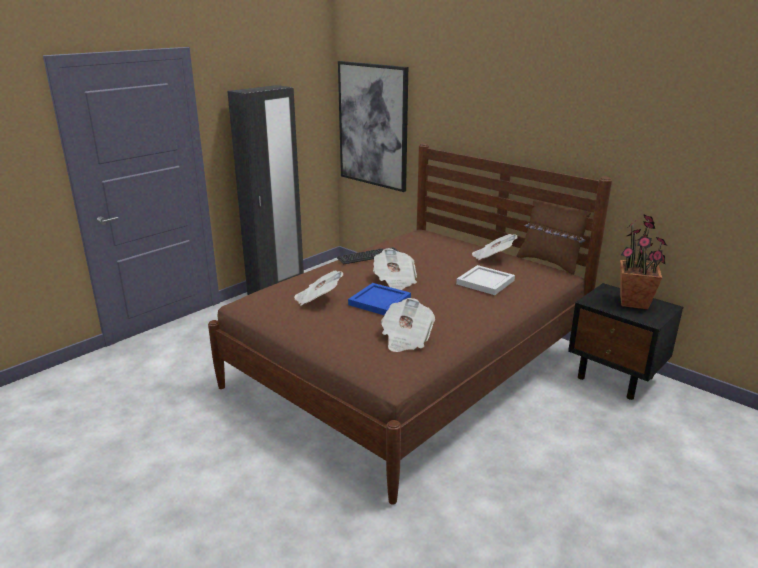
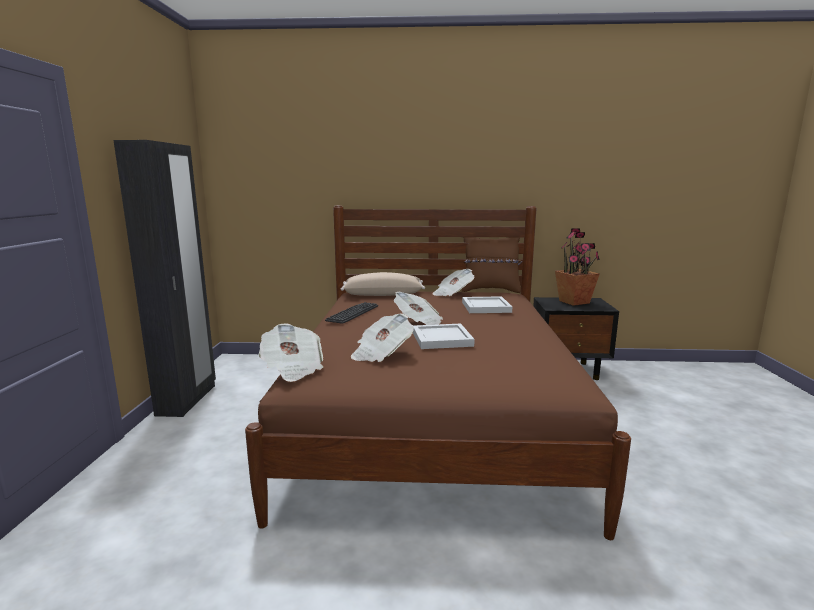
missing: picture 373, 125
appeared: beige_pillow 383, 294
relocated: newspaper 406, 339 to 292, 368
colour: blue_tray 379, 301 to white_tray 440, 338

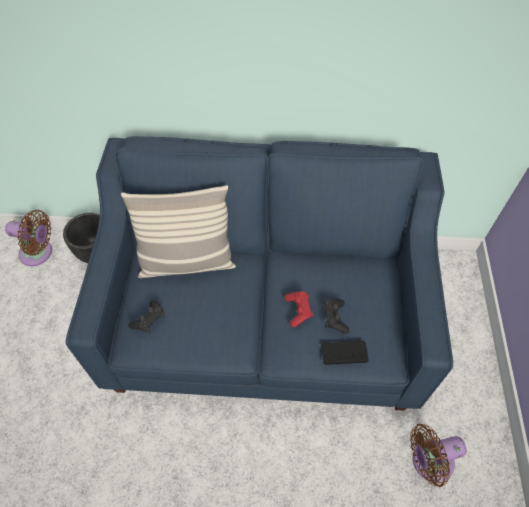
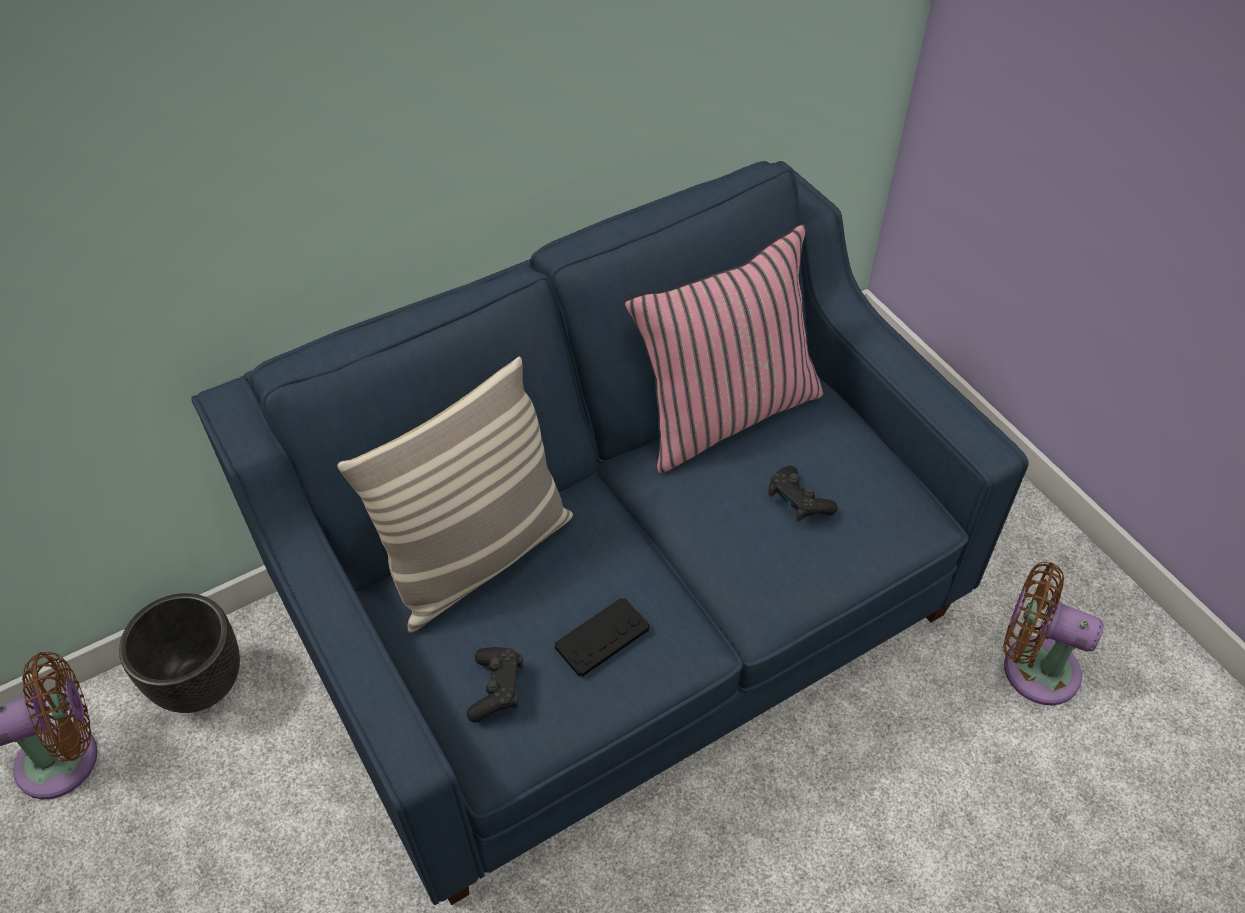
missing: red_game_controller 298, 310
appeared: pink_pillow 724, 412
relocated: black_game_controller 344, 353 to 602, 638
spun: brown_fan 428, 462 = 1032, 667 75 degrees clockwise

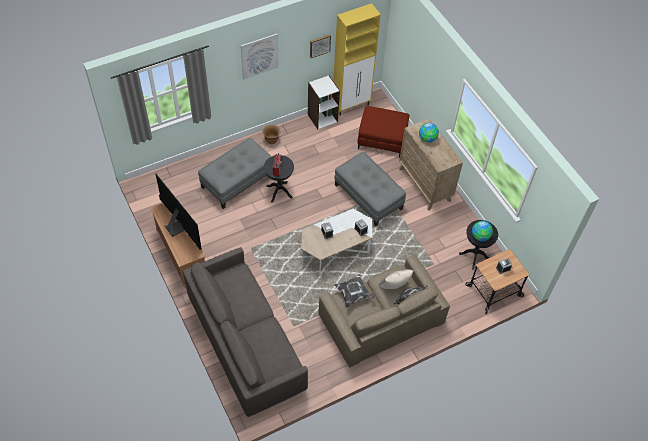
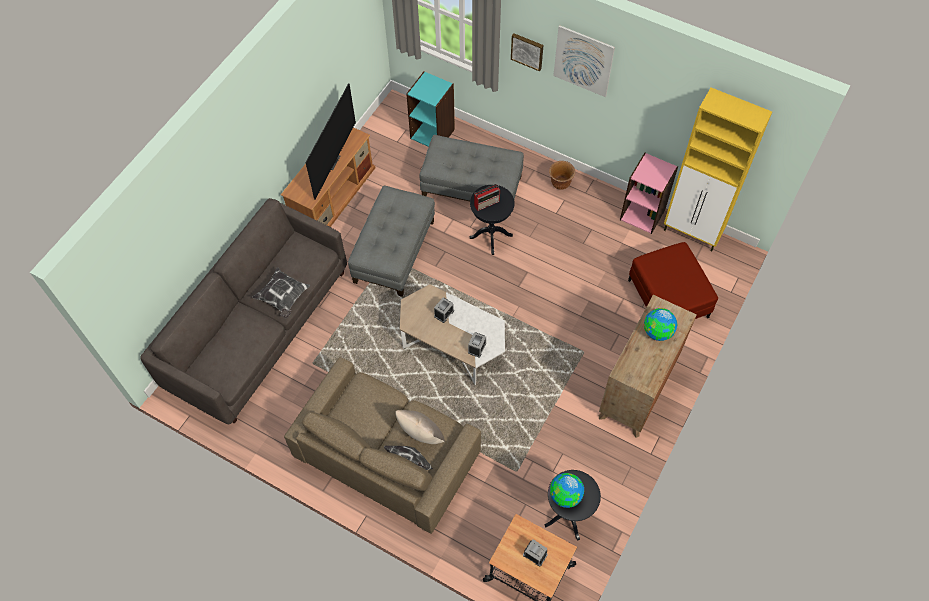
appeared: turquoise_bookcase 432, 133
relocated: picture 319, 45 to 527, 51; pillow 353, 294 to 283, 297; grey_ottoman 368, 196 to 394, 252
colour: white_bookcase 322, 118 to pink_bookcase 643, 214

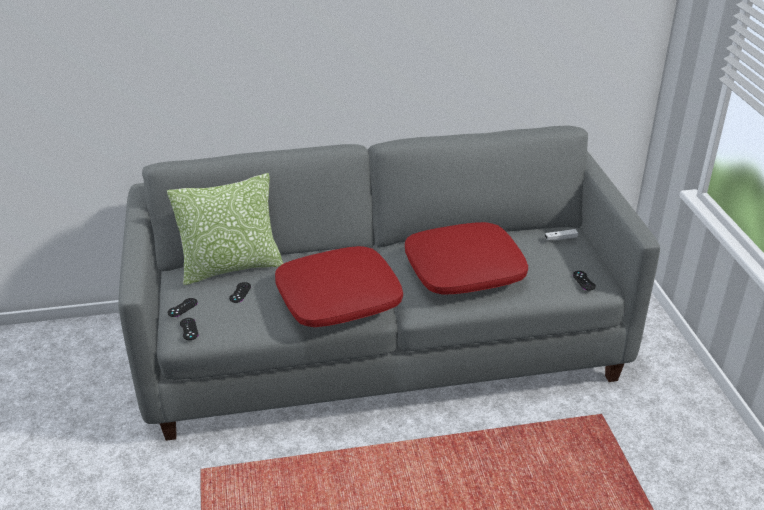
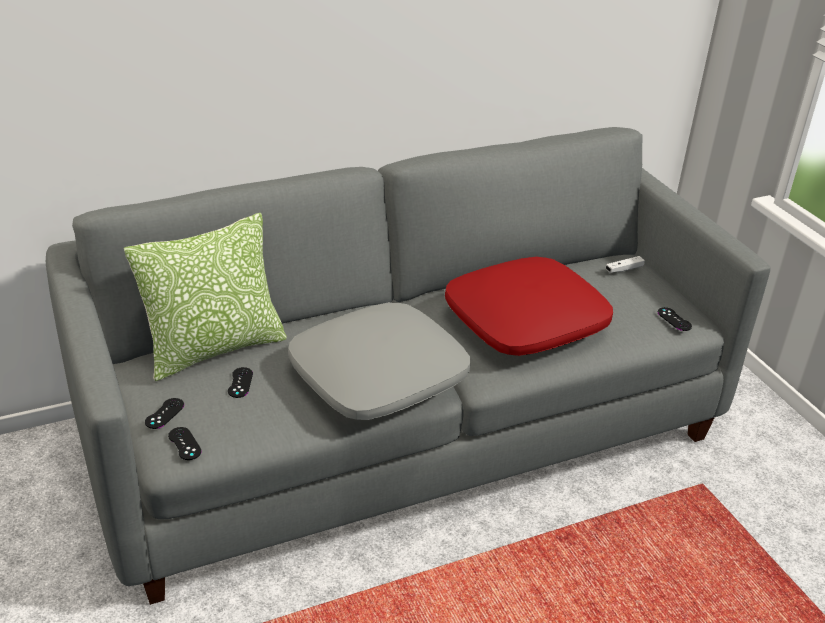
colour: red_pillow 338, 298 to grey_pillow 378, 375

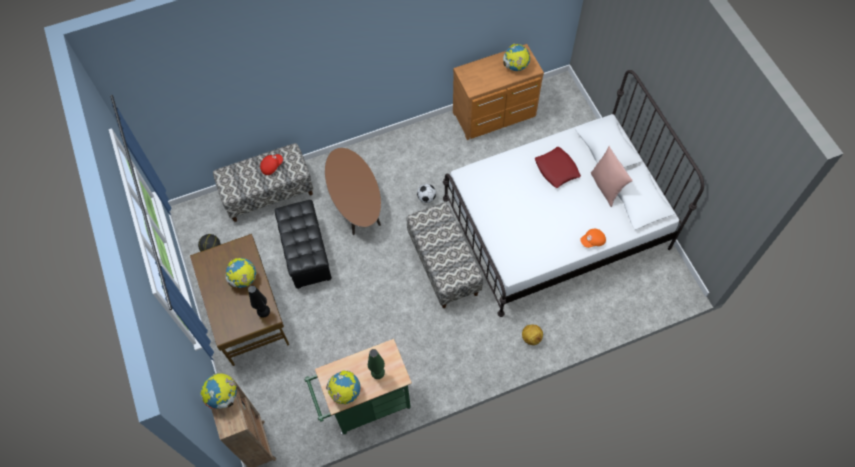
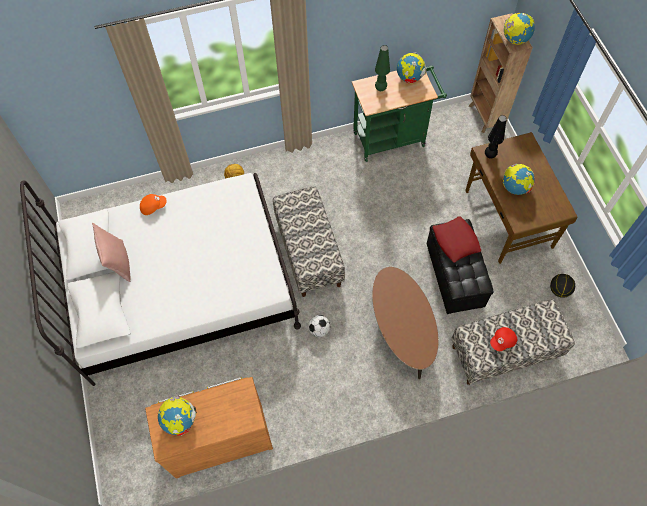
relocated: red_pillow 557, 169 to 455, 241

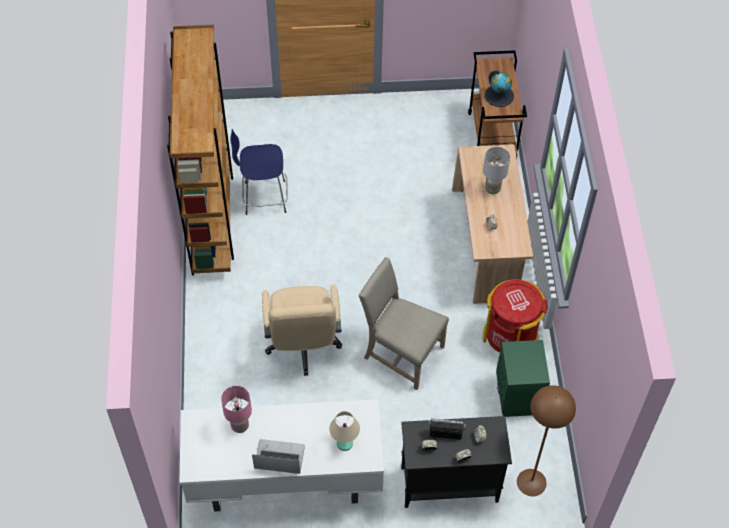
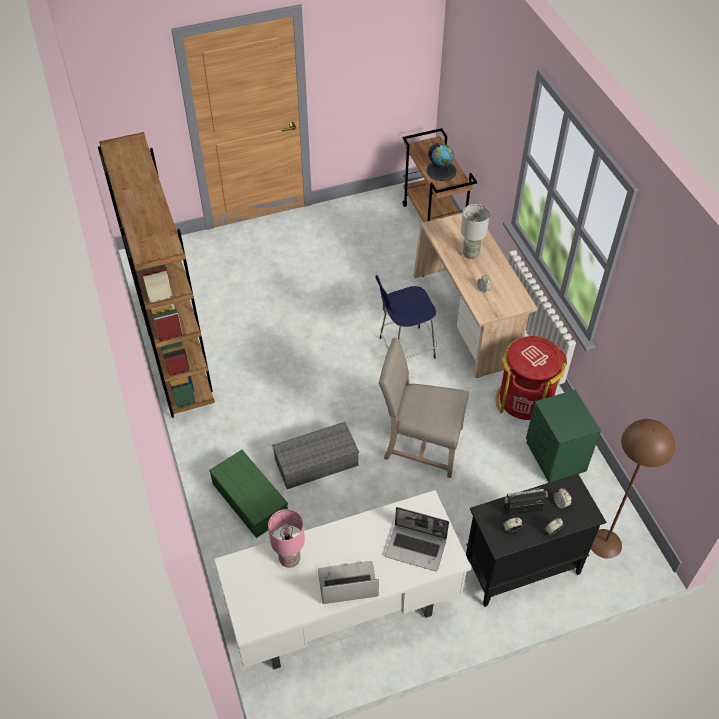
appeared: green_storage_box 248, 499
relocated: blue_stool 263, 197 to 405, 348
exchanged: beige_office_chair 303, 347 to grey_storage_box 315, 463; beige_table_lamp 345, 443 to laptop 416, 547

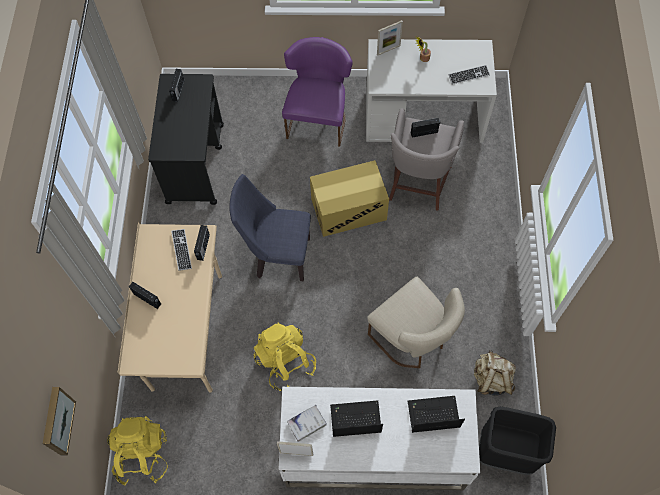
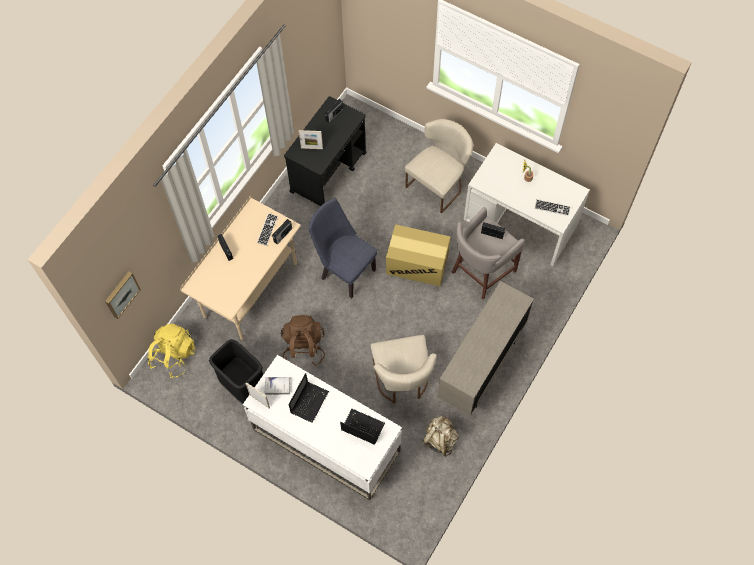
appeared: beige_cabinet 481, 367
relocated: picture_frame 388, 50 to 312, 148; black_trash_can 505, 452 to 243, 386
colour: yellow_backpack 285, 362 to brown_backpack 304, 347; purple_chair 318, 118 to beige_chair 439, 184
spun: laptop 354, 420 = 309, 401 90 degrees clockwise

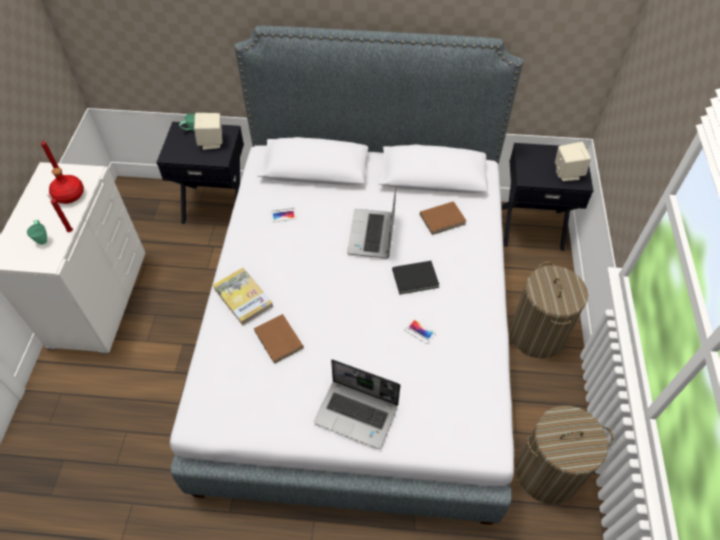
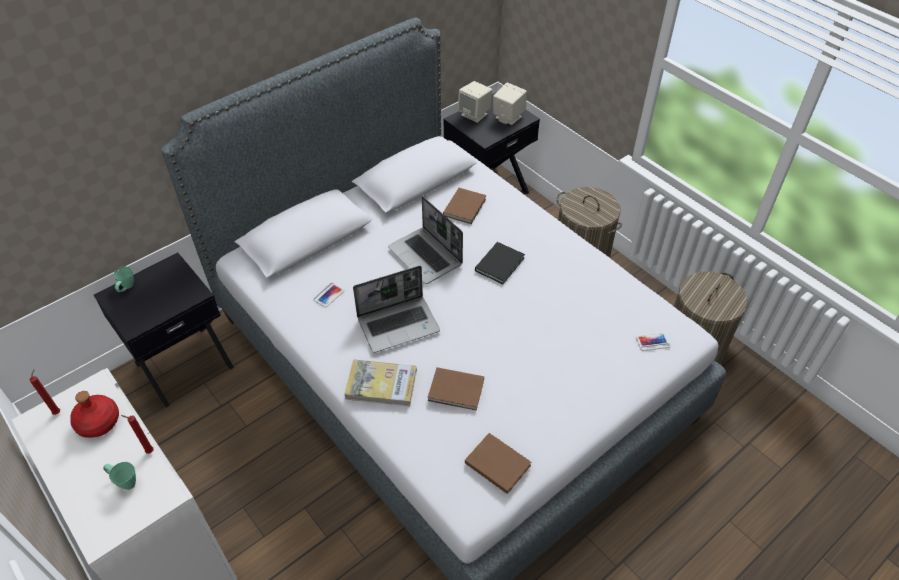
appeared: brown_book 497, 462
relocated: beige_speaker 211, 142 to 474, 114; laptop 357, 414 to 399, 324; phone 420, 331 to 652, 342

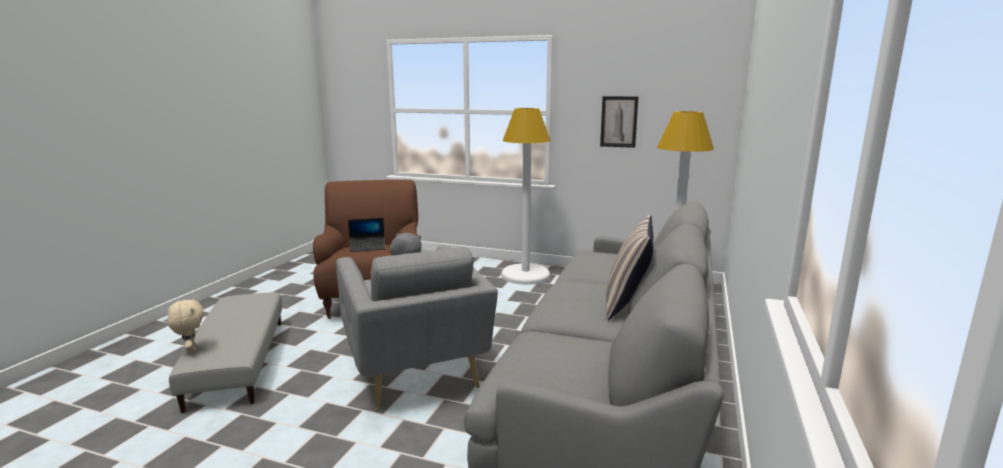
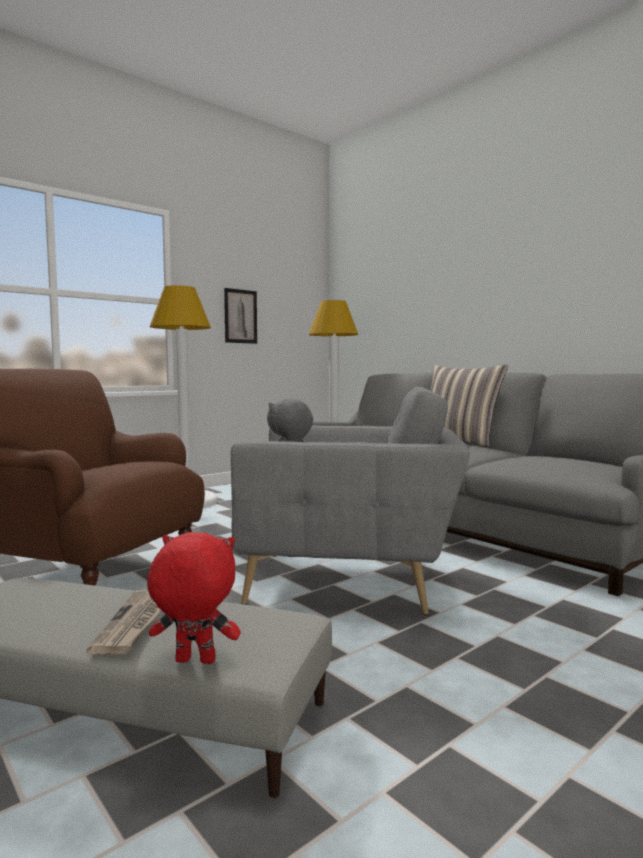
missing: laptop 367, 247
appeared: newspaper 135, 623
colour: beige_plush_toy 191, 350 to red_plush_toy 194, 662

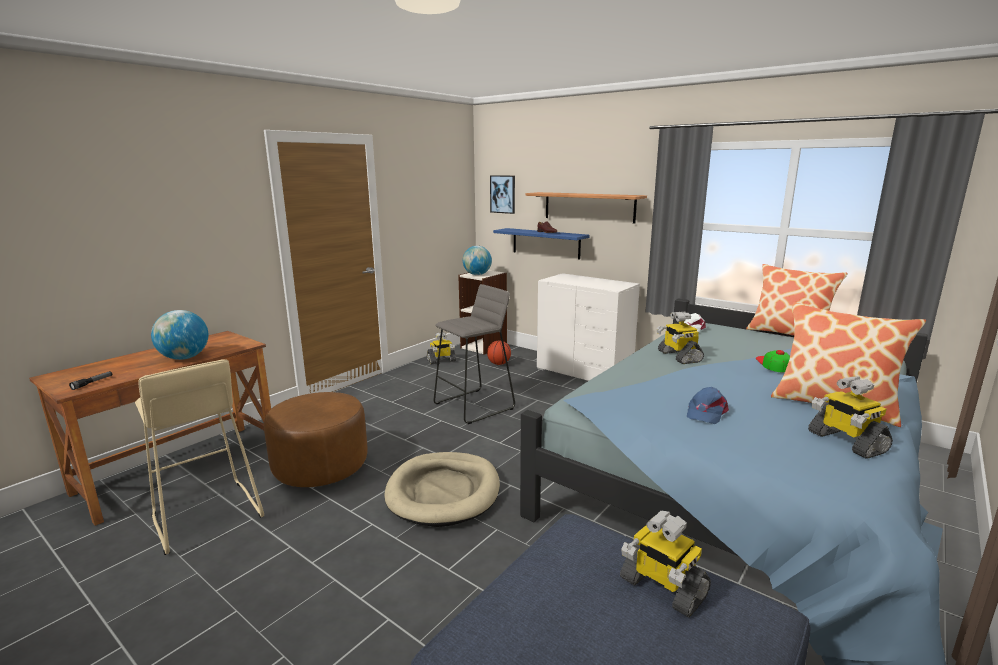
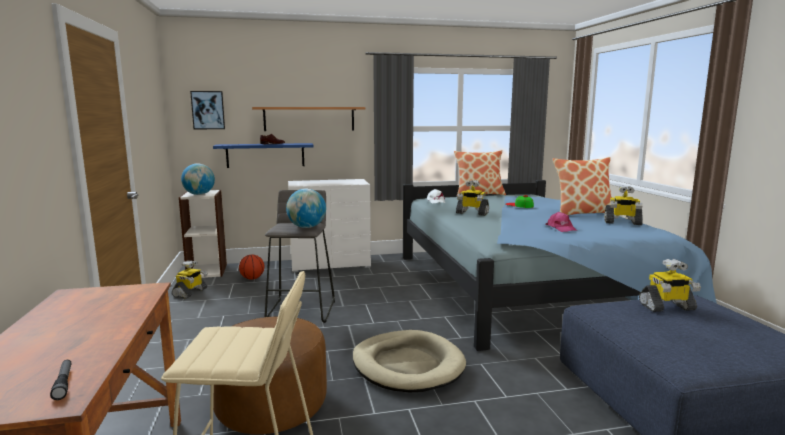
relocated: globe 184, 358 to 307, 227
colour: blue_cap 706, 412 to pink_cap 561, 228

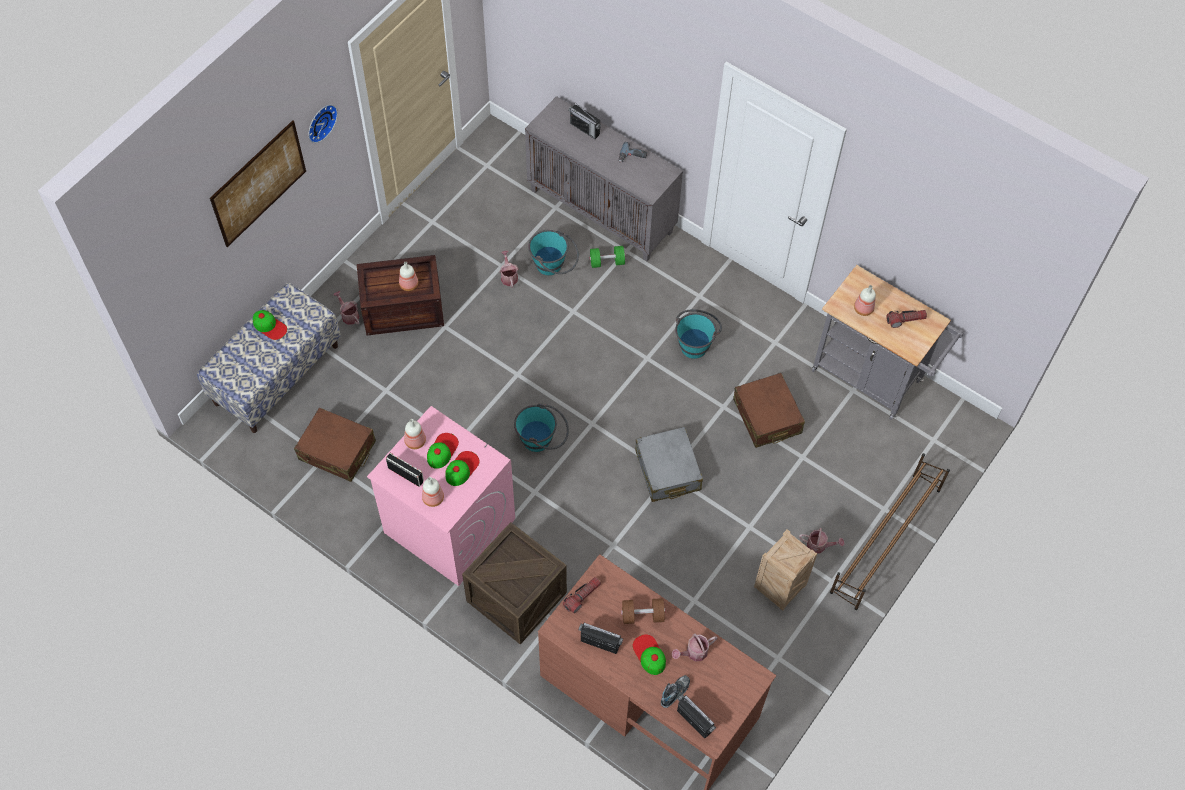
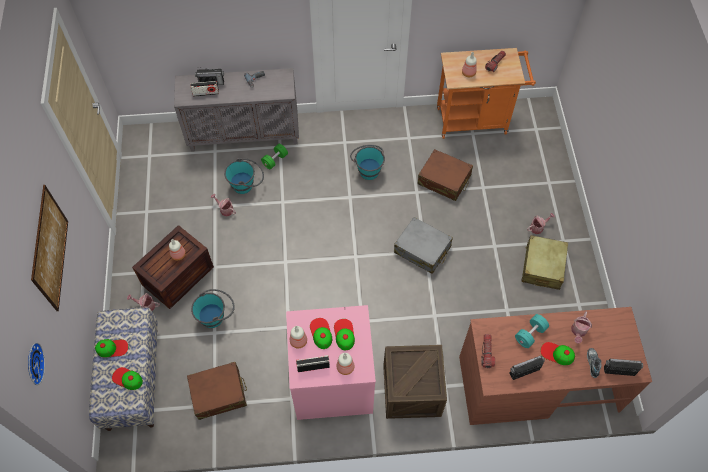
missing: brown_shoe_rack 885, 541
appeared: cap 127, 379; radio 206, 93
relocated: wall_clock 320, 122 to 33, 364; turquoise_bucket 542, 440 to 216, 316
exchanged: crate 779, 589 to beige_suitcase 542, 267
colour: brown_dumbbell 642, 615 to turquoise_dumbbell 530, 334; grey_cart 873, 378 to orange_cart 476, 120

